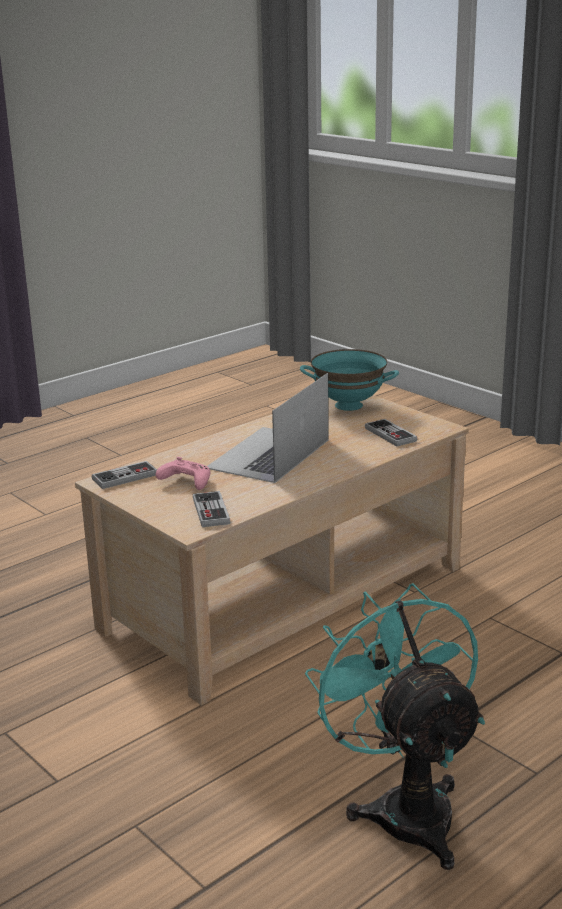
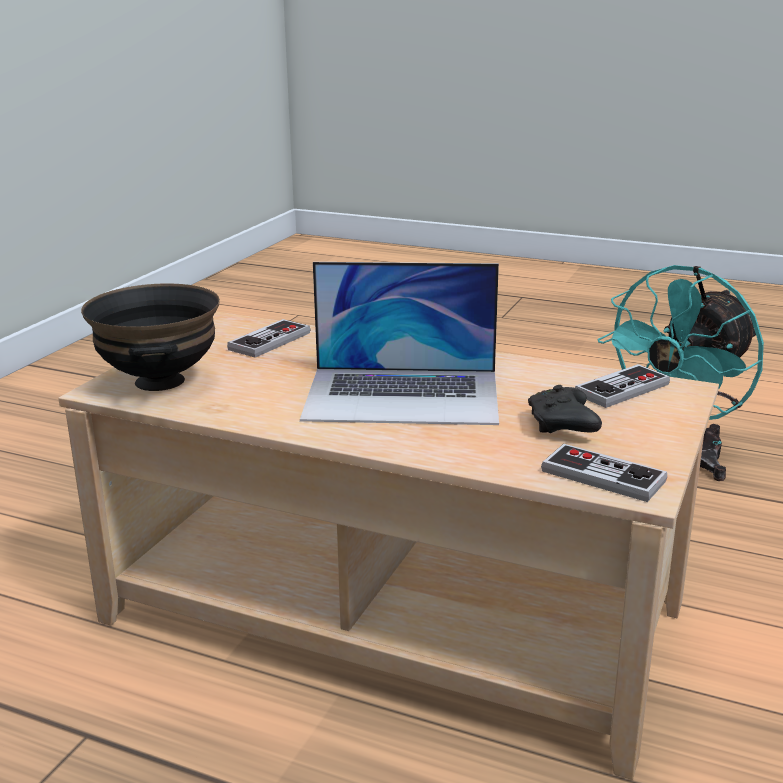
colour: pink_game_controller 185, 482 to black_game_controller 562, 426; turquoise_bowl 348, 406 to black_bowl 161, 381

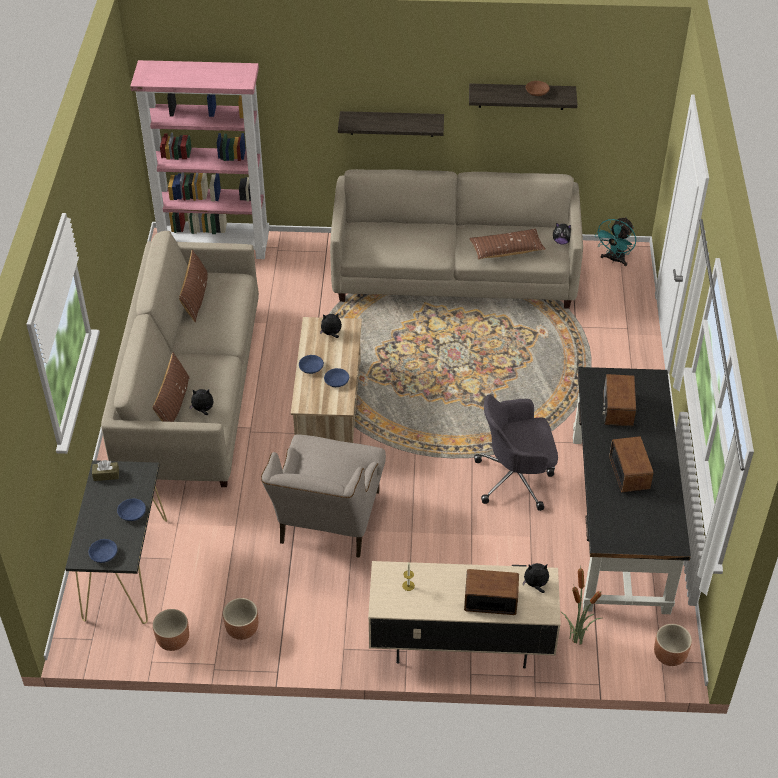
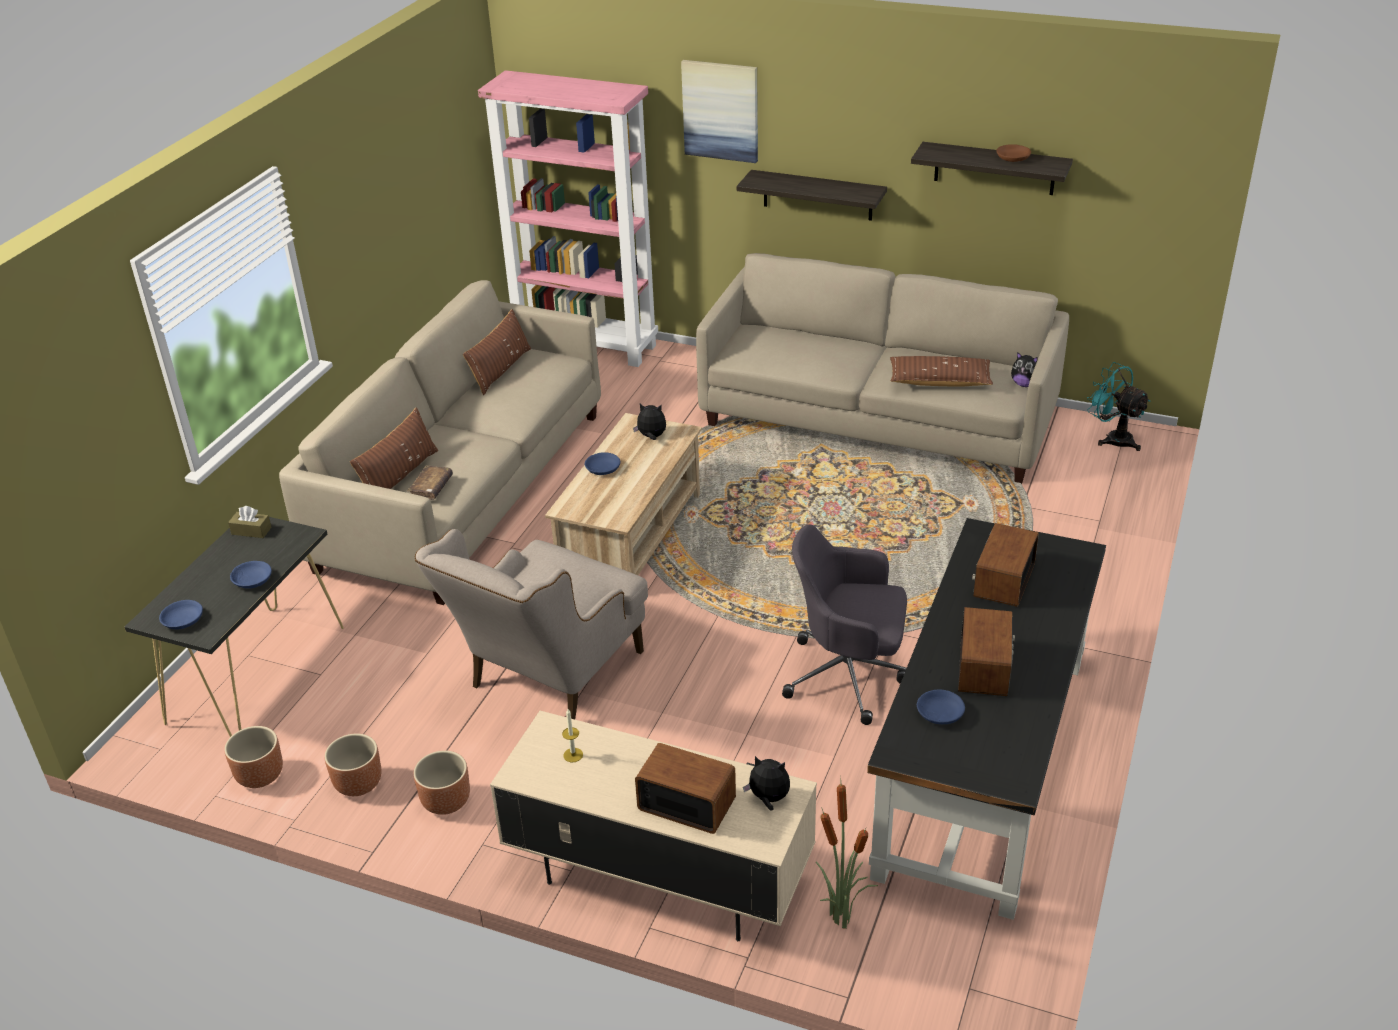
appeared: picture 721, 110
relocated: blue_bowl 336, 381 to 939, 713; brown_planter 669, 655 to 445, 801
exchanged: plush_toy 203, 410 to brown_book 431, 488
spun: turquoise_fan 614, 260 = 1113, 438 90 degrees clockwise

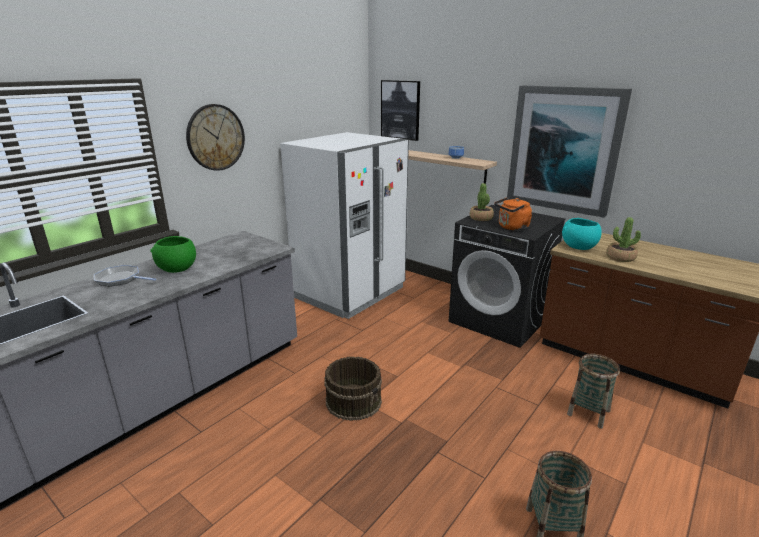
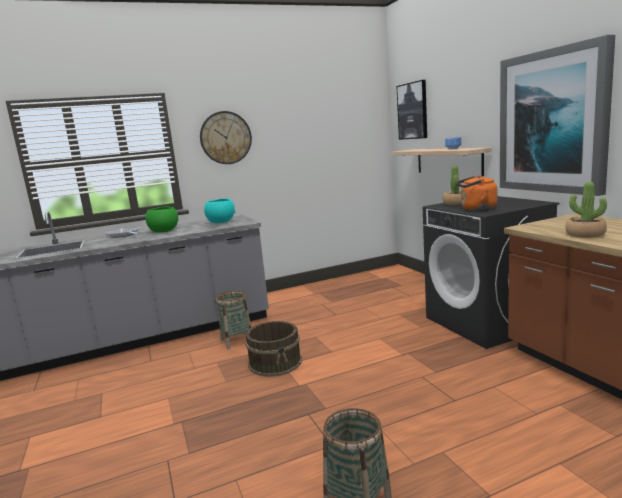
missing: white_fridge 350, 293
relocated: turquoise_bowl 578, 247 to 220, 222; basket 588, 412 to 237, 341

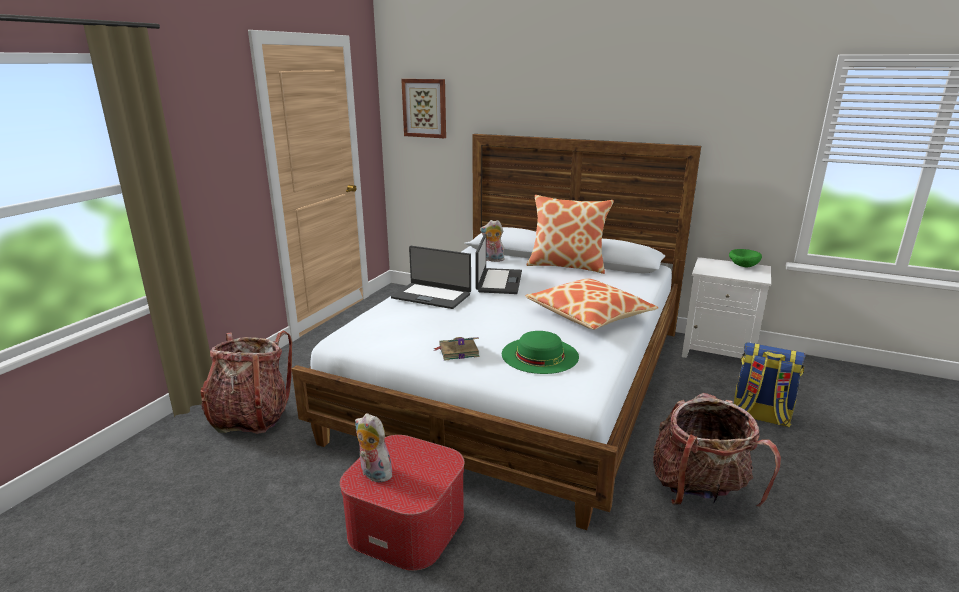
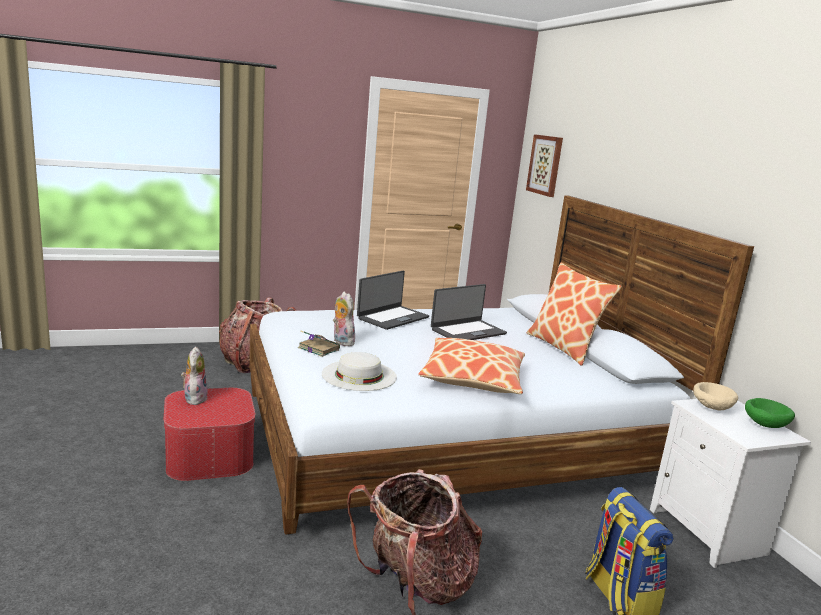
appeared: beige_bowl 711, 407
relocated: plush_toy 492, 260 to 341, 342
colour: green_hat 540, 355 to white_hat 359, 375
spun: laptop 432, 296 = 392, 318 120 degrees counterclockwise

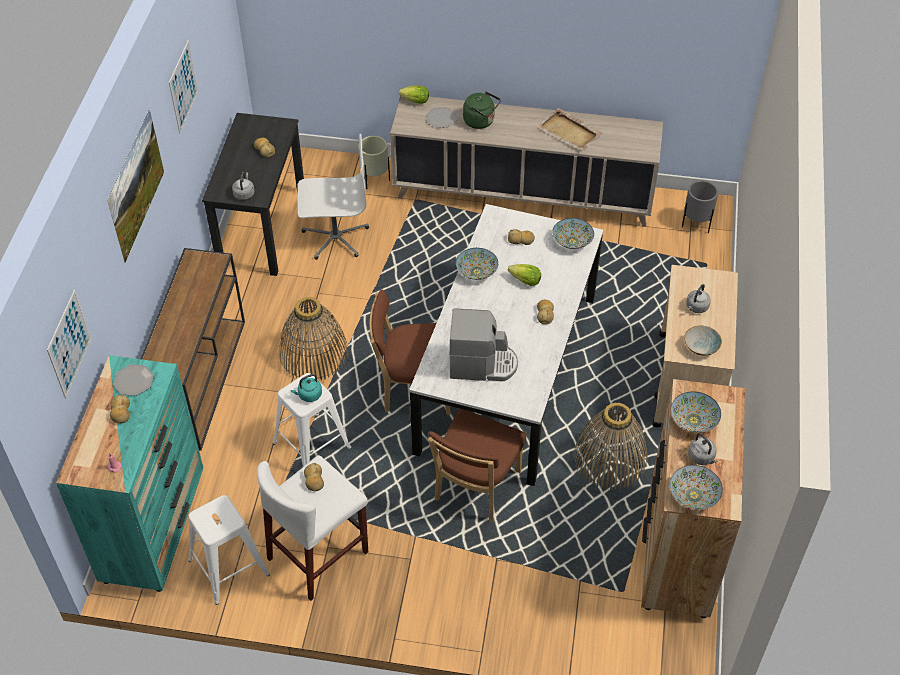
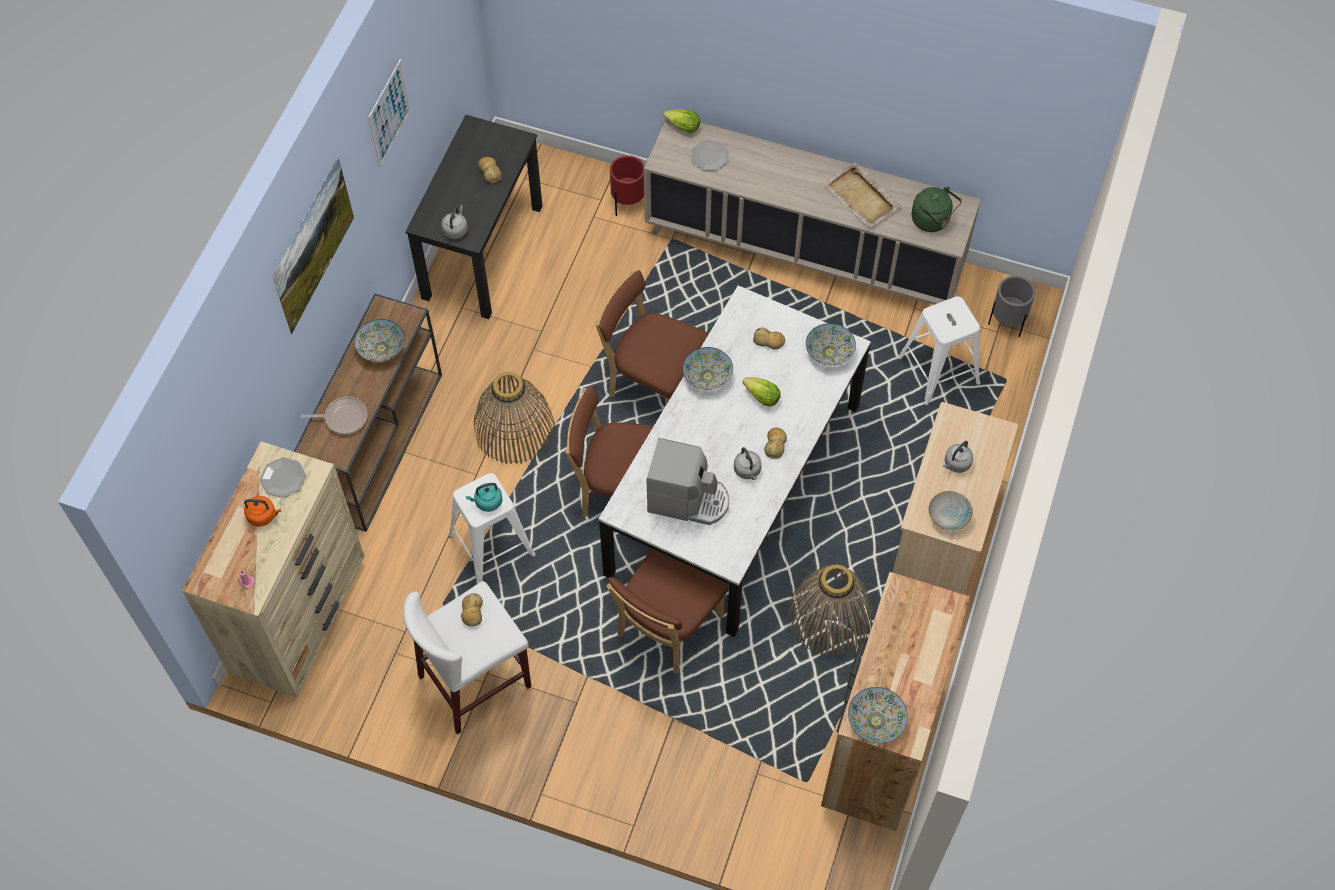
missing: picture 69, 344; white_office_chair 335, 237
appeared: frying_pan 343, 418; brown_chair 653, 384
relocated: white_stool 230, 567 to 939, 371; green_kettle 481, 121 to 932, 220; bowl 693, 420 to 381, 348; grey_kettle 702, 457 to 748, 471
exchanged: bread 121, 412 to orange_kettle 263, 516
colour: turquoise_dresser 154, 527 to beige_dresser 300, 618; beige_planter 374, 180 to red_planter 628, 204

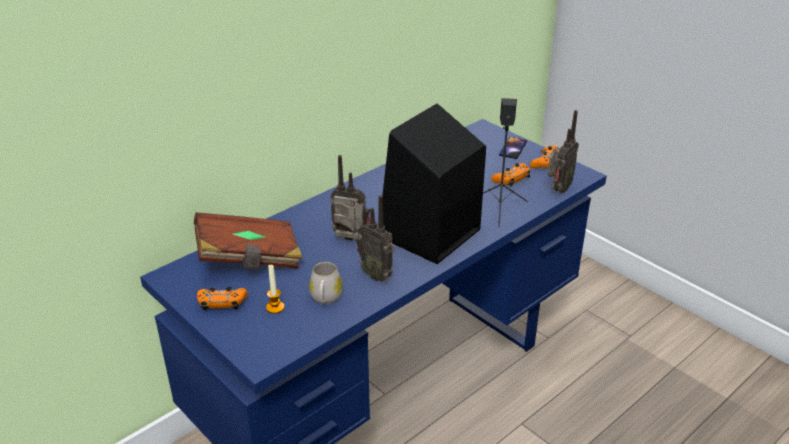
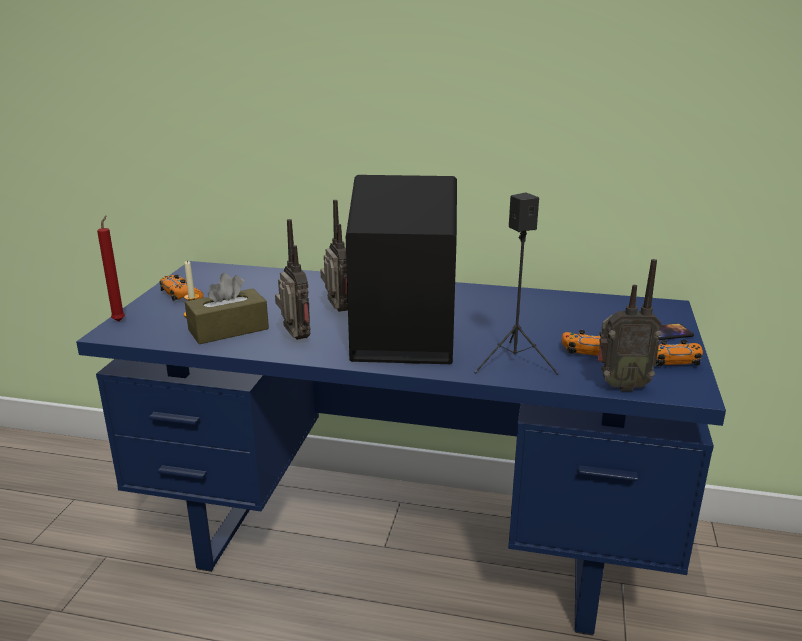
missing: brown_book 249, 259
appeared: red_candle 120, 320
exchanged: white_mug 325, 299 to brown_tissue_box 228, 329
spun: radio 377, 274 = 294, 339 150 degrees clockwise

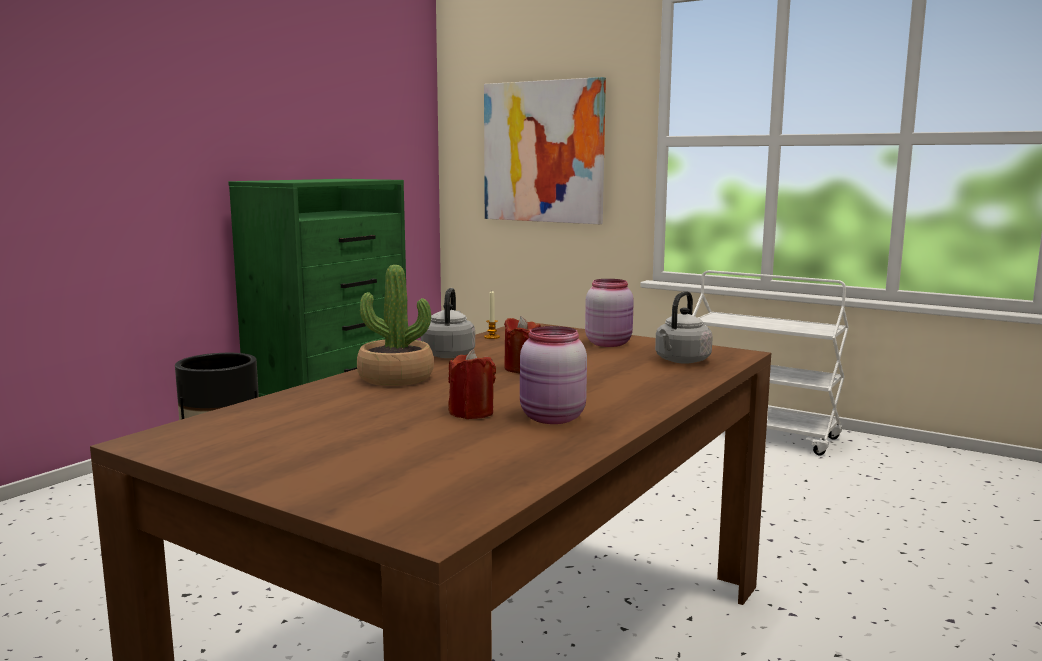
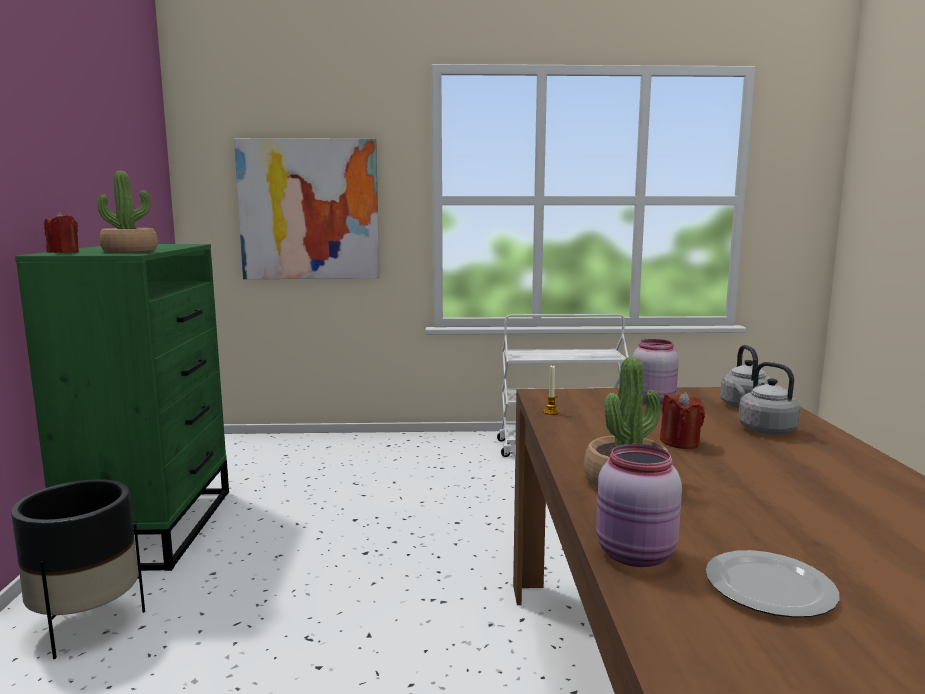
appeared: potted_plant 130, 251; plate 772, 588
relocated: grey_kettle 449, 354 to 764, 429; red_candle 471, 413 to 63, 252; pink_jar 551, 418 to 636, 556

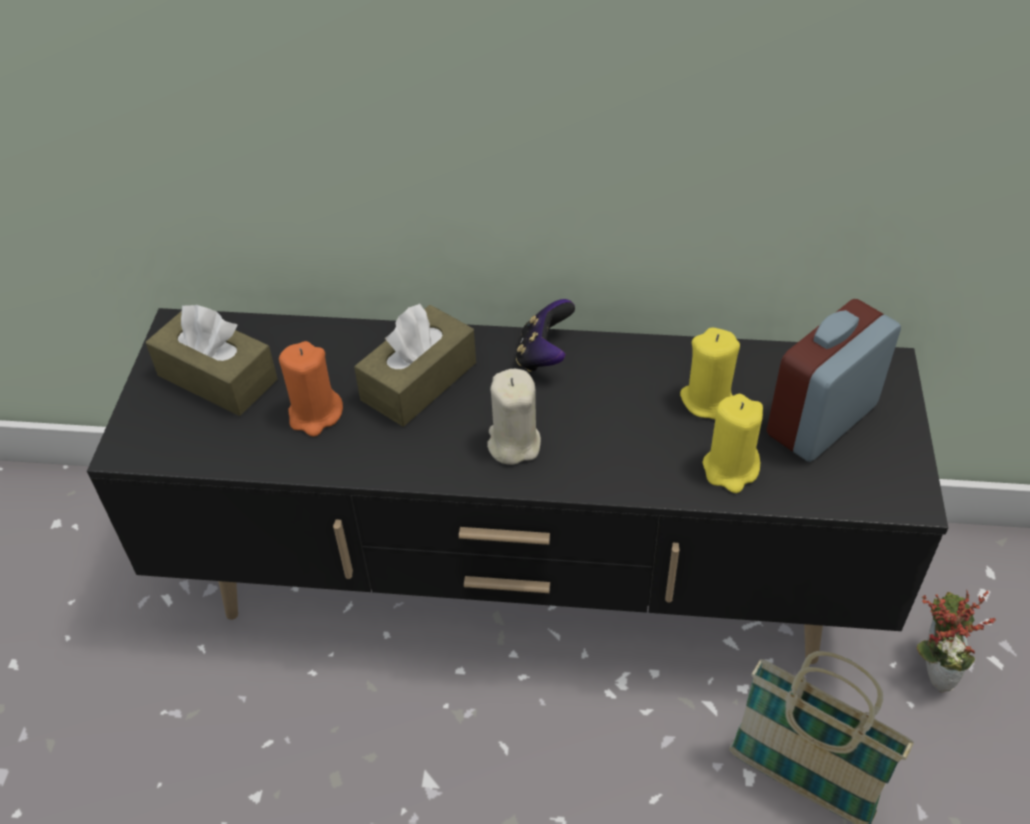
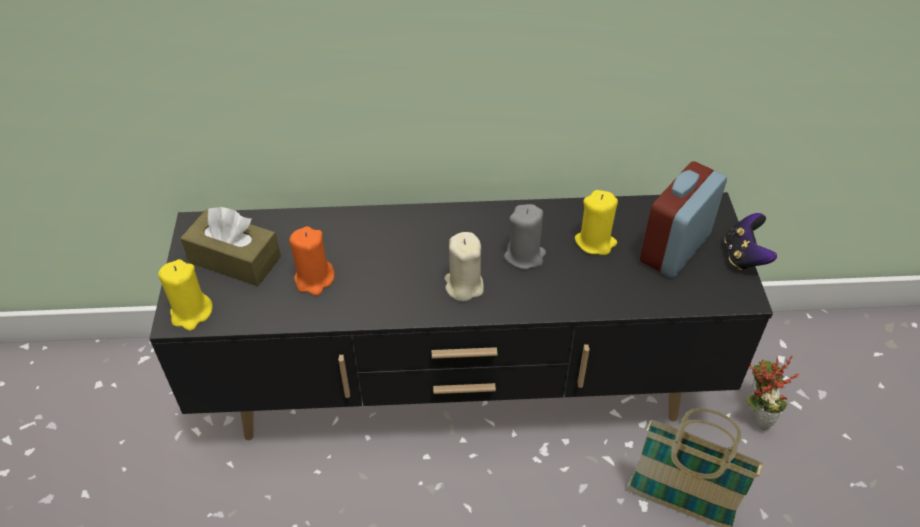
missing: brown_tissue_box 419, 381
appeared: grey_candle 525, 256
relocated: game_controller 544, 356 to 744, 256; yellow_candle 730, 469 to 191, 313

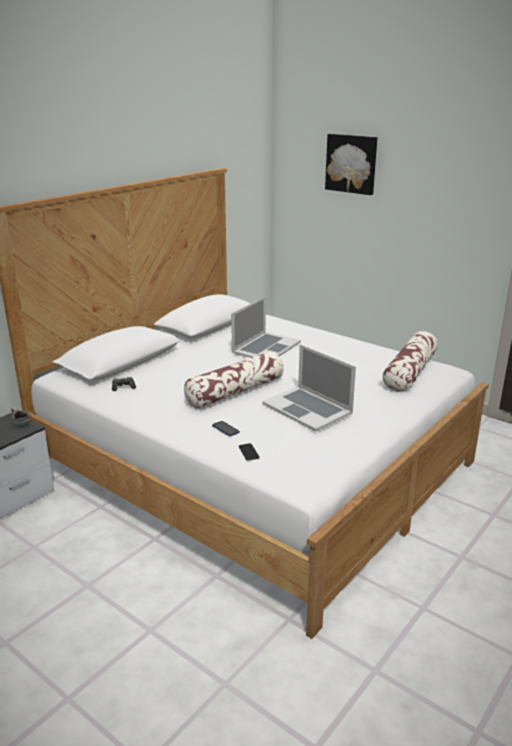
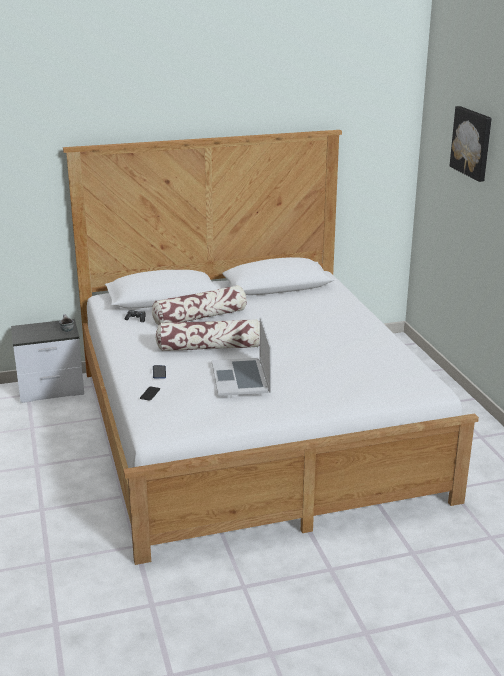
missing: laptop 266, 347
relocated: pillow 410, 372 to 200, 317

